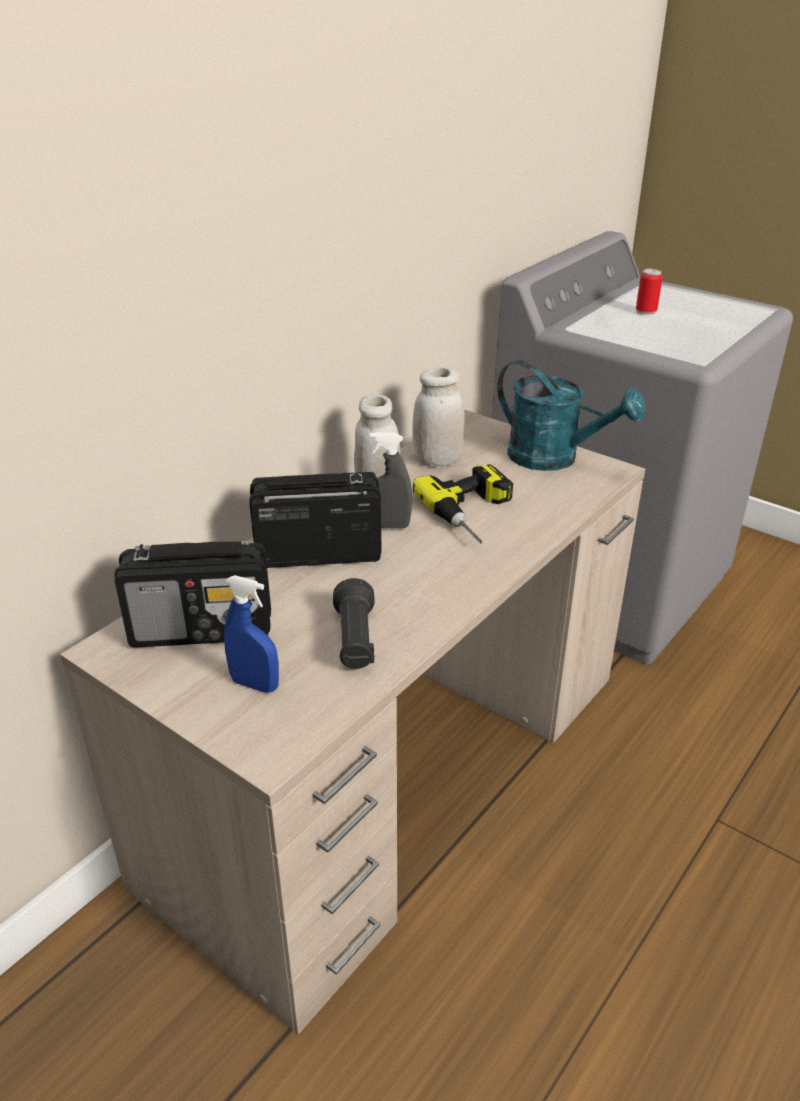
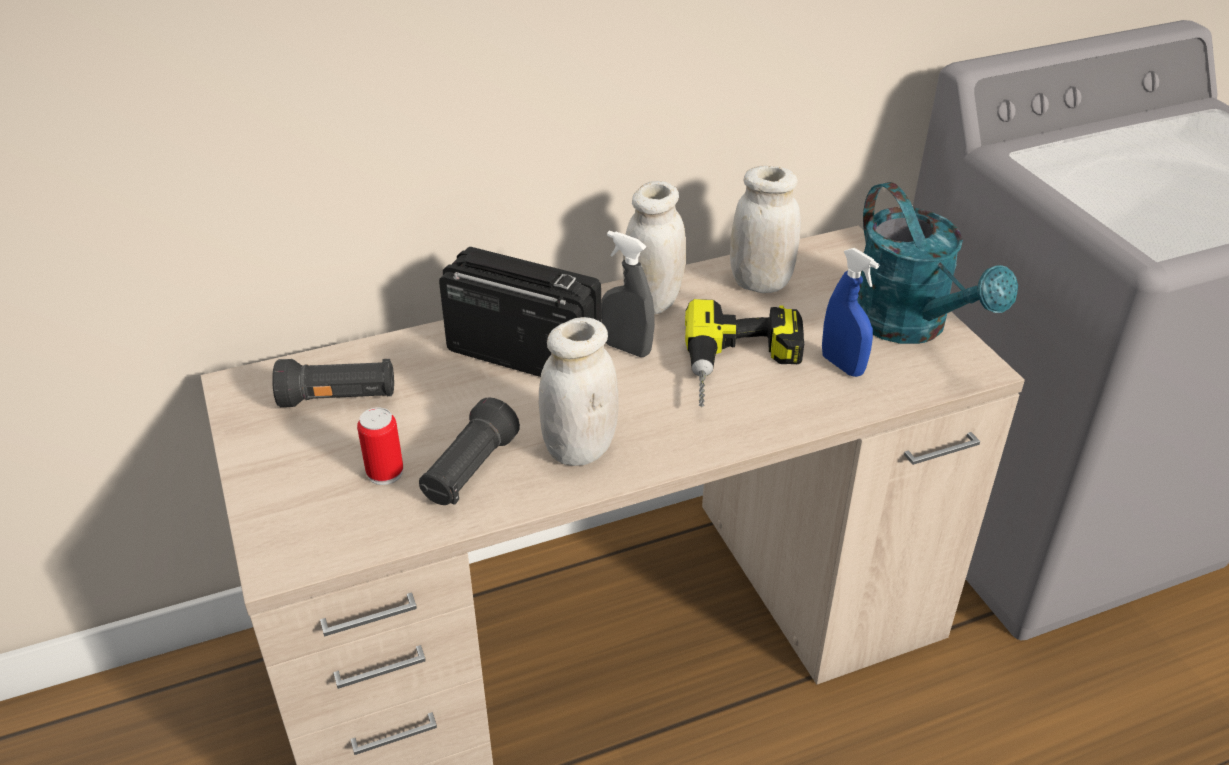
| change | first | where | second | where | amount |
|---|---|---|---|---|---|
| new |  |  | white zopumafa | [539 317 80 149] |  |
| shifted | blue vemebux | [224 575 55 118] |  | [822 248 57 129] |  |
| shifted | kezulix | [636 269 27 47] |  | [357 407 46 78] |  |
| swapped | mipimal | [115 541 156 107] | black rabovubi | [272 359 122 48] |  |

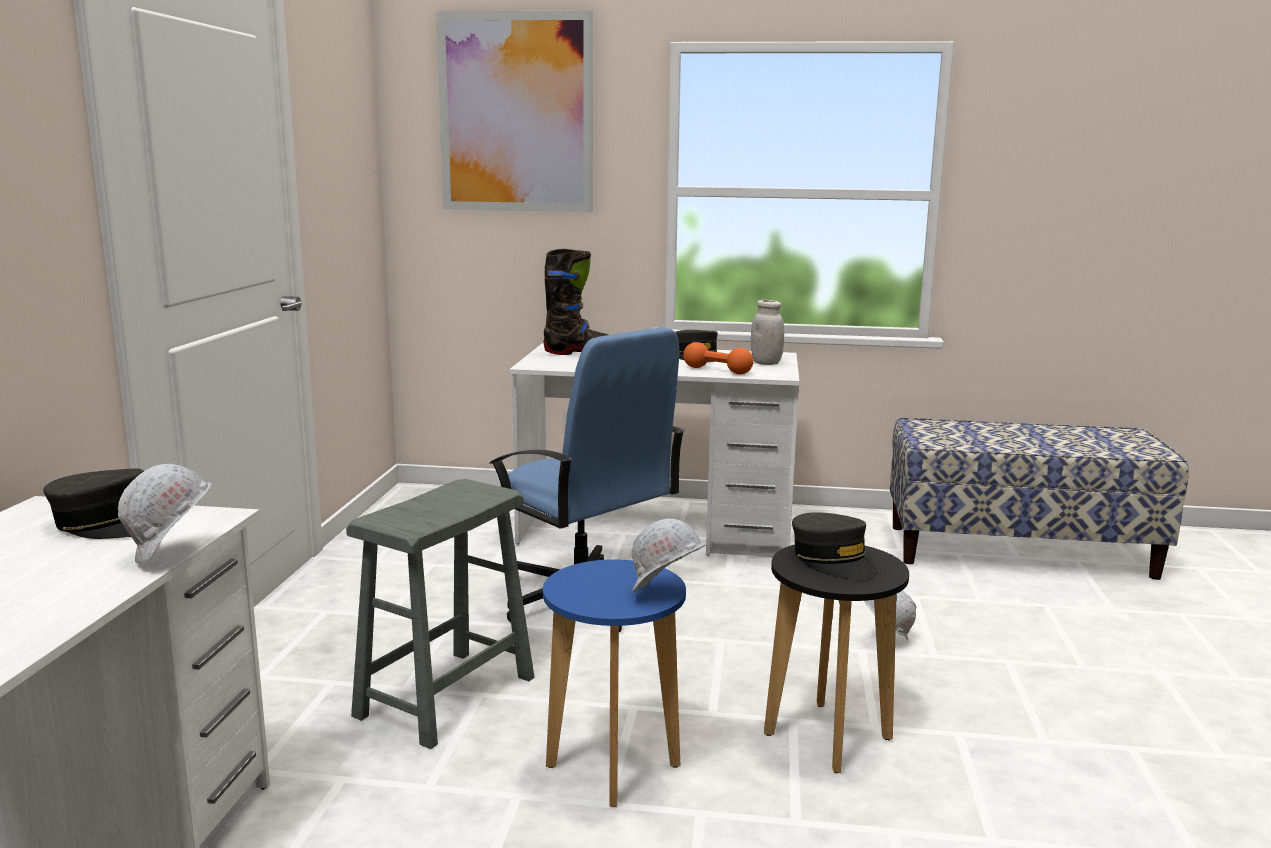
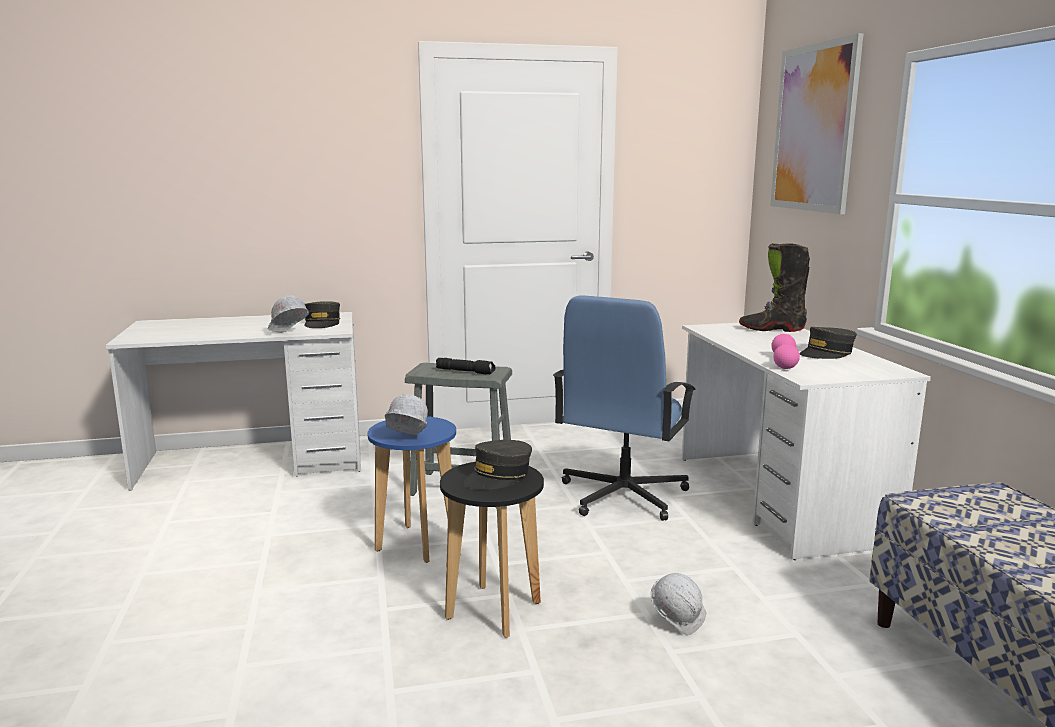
| change | first | where | second | where | amount |
|---|---|---|---|---|---|
| gone | white zopumafa | [751 300 33 65] |  |  |  |
| new |  |  | black rabovubi | [436 358 59 16] |  |
| repainted | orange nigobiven | [683 342 70 32] | pink nigobiven | [771 334 29 35] |  |
| rotated | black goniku | [544 249 64 106] |  | [739 243 71 89] | 150 degrees clockwise |

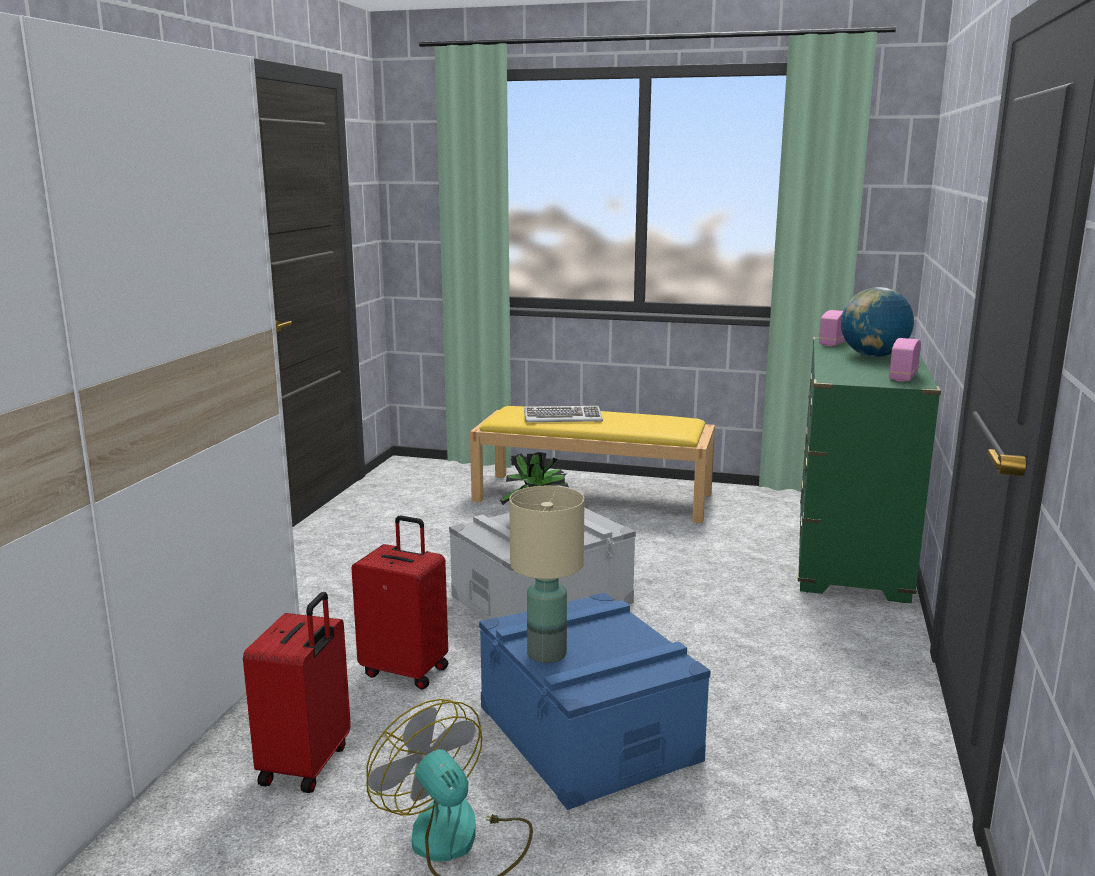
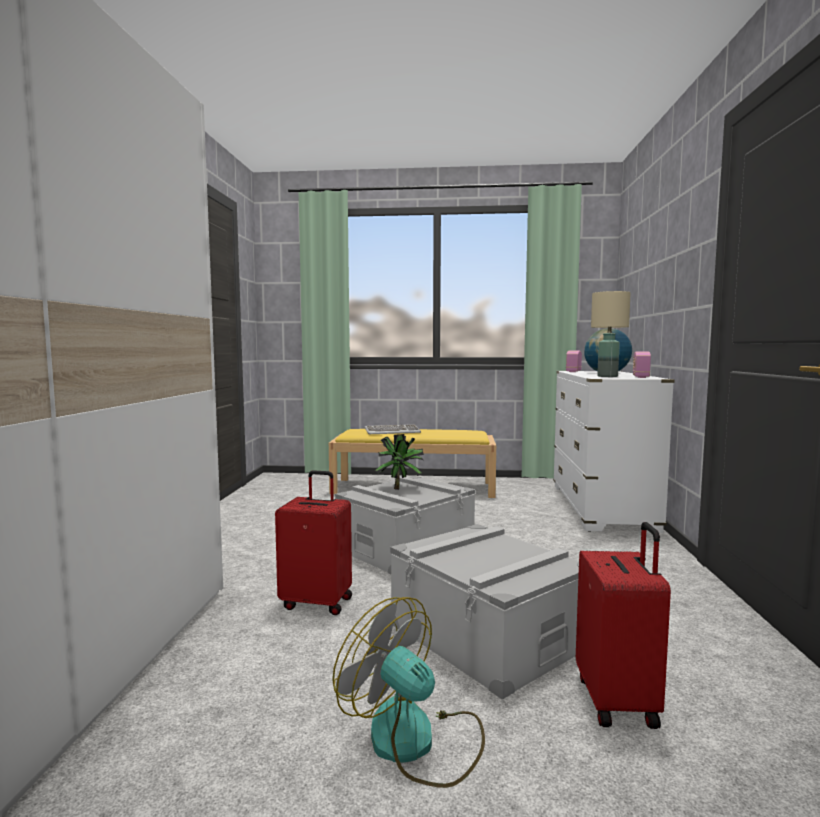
| change | first | where | second | where | amount |
|---|---|---|---|---|---|
| shifted | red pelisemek | [243 592 108 201] |  | [576 522 95 207] |  |
| shifted | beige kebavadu | [509 486 75 177] |  | [591 291 40 86] |  |
| repainted | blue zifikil | [479 592 232 218] | grey zifikil | [390 524 189 176] |  |
| repainted | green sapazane | [798 337 143 266] | white sapazane | [553 371 122 162] |  |

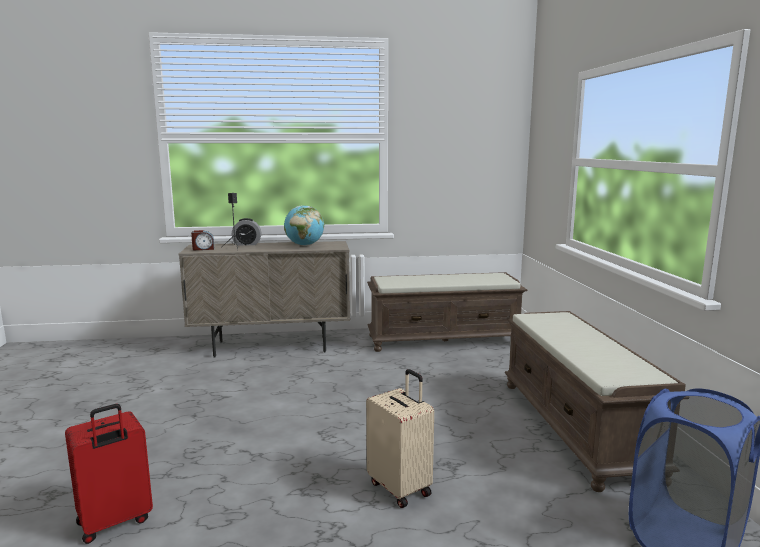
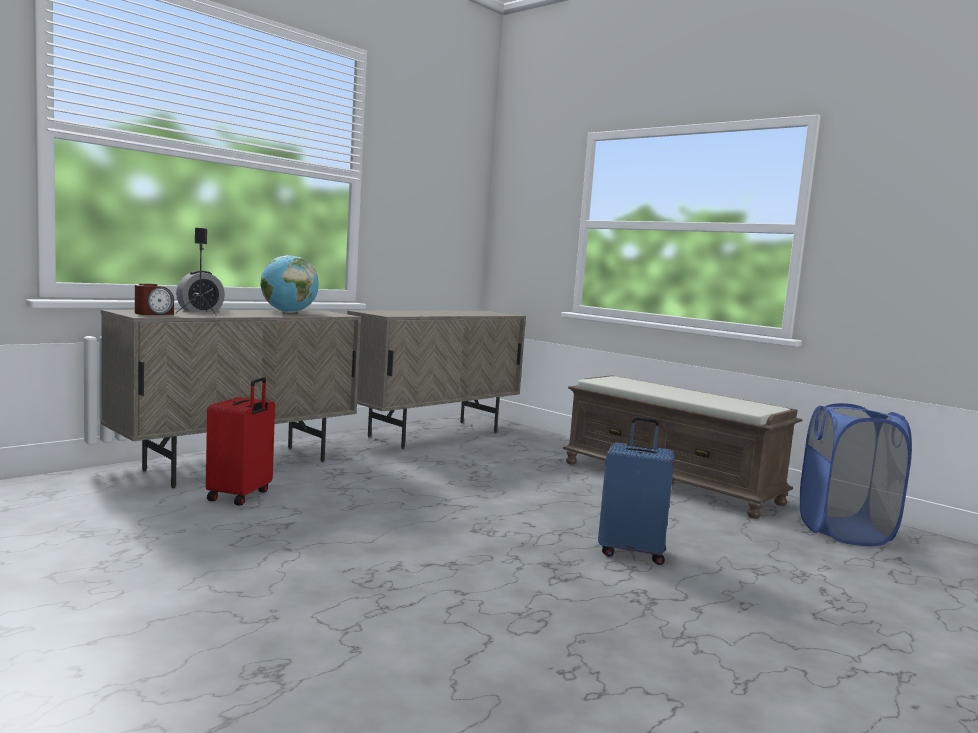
| change | first | where | second | where | amount |
|---|---|---|---|---|---|
| shifted | red pelisemek | [65 404 88 140] |  | [206 377 69 128] |  |
| swapped | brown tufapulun | [367 272 160 80] | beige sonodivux | [347 310 179 139] |  |
| repainted | beige pelisemek | [366 369 68 139] | blue pelisemek | [598 416 77 149] |  |

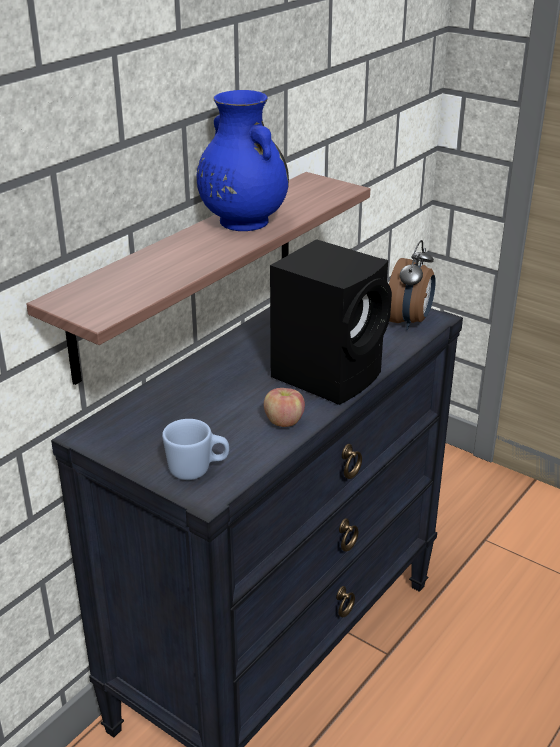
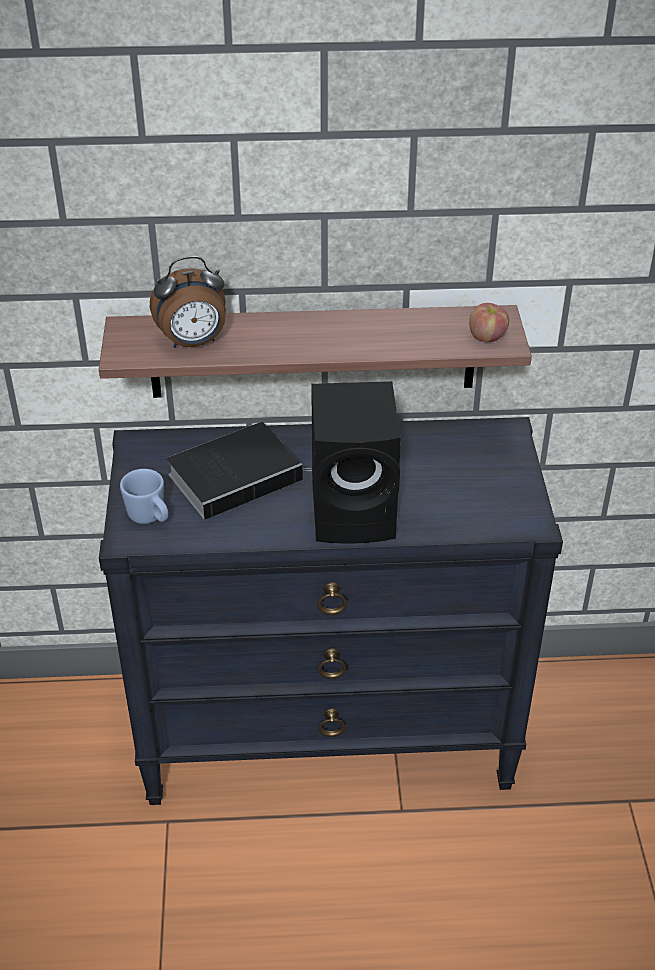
| change | first | where | second | where | amount |
|---|---|---|---|---|---|
| gone | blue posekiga | [196 90 93 141] |  |  |  |
| new |  |  | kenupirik | [167 422 145 98] |  |
| shifted | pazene | [264 388 41 39] |  | [469 303 40 39] |  |
| shifted | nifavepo | [389 240 47 90] |  | [150 256 76 92] |  |

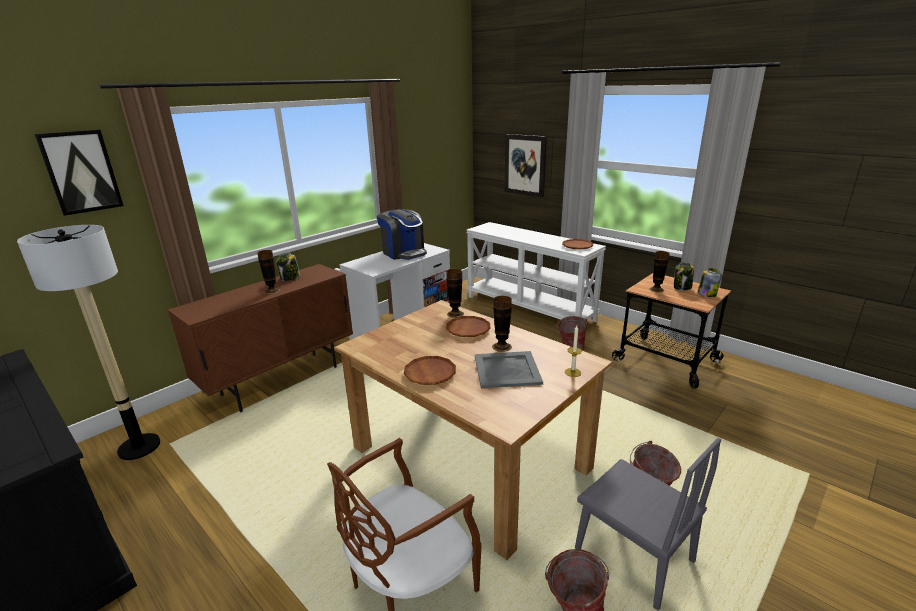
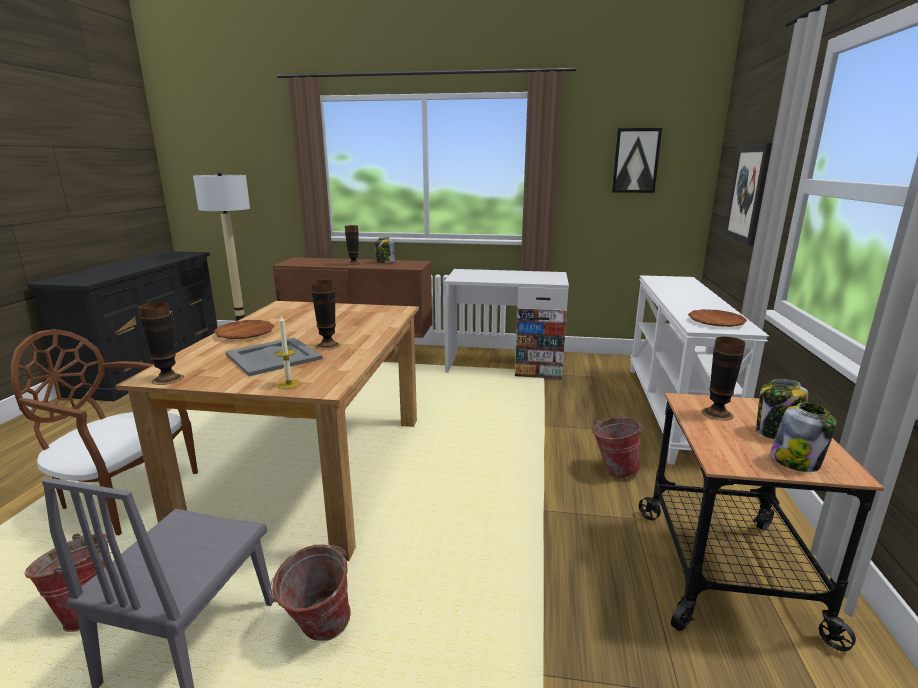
| change | first | where | second | where | amount |
|---|---|---|---|---|---|
| gone | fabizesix | [377 209 50 51] |  |  |  |
| gone | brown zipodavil | [446 316 45 21] |  |  |  |
| shifted | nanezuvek | [34 130 90 86] |  | [612 128 50 65] |  |
| shifted | posekiga | [446 269 18 49] |  | [138 302 46 83] |  |

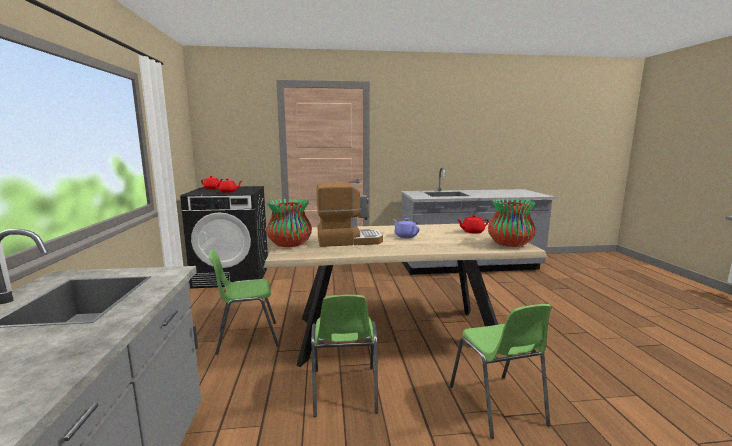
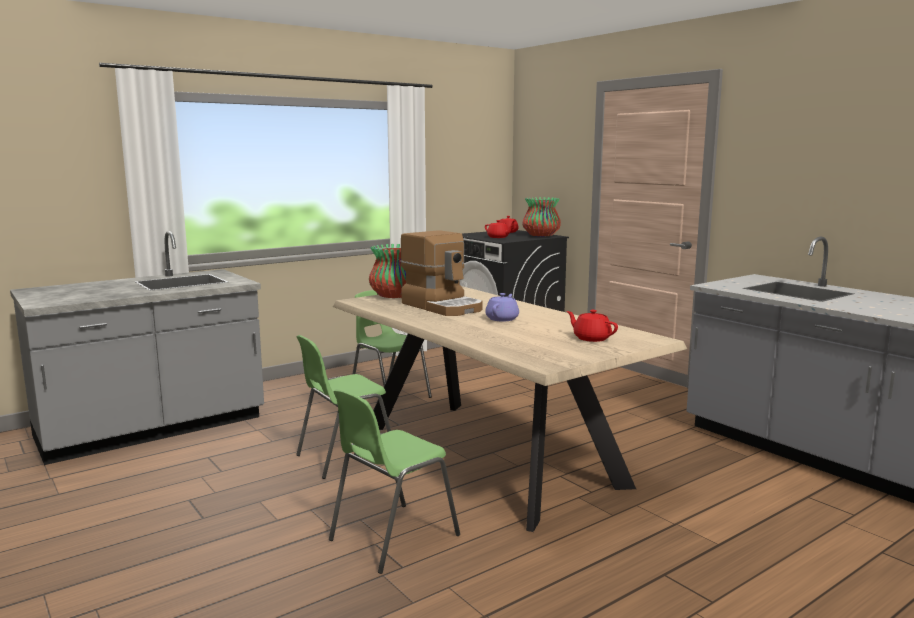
| change | first | where | second | where | amount |
|---|---|---|---|---|---|
| shifted | posekiga | [488 199 48 48] |  | [522 197 39 40] |  |

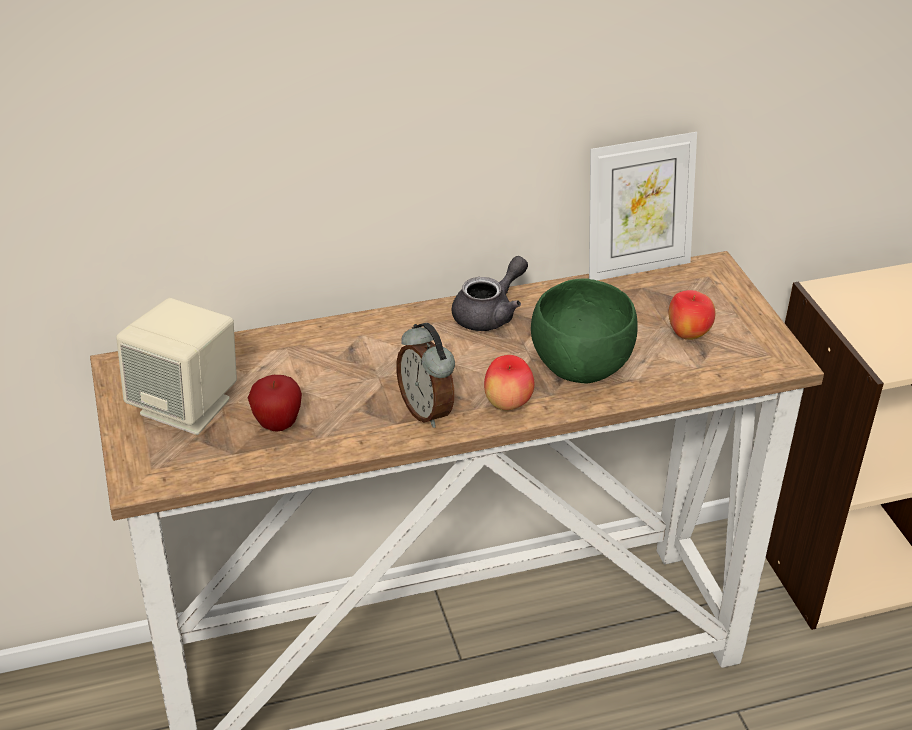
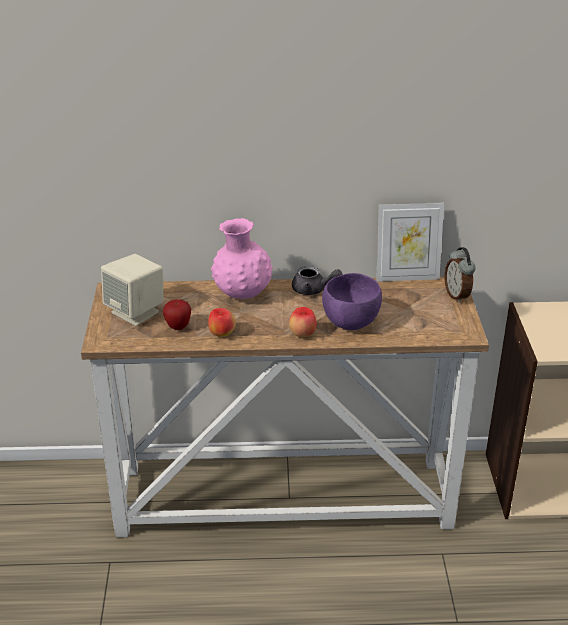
| change | first | where | second | where | amount |
|---|---|---|---|---|---|
| new |  |  | pink posekiga | [211 218 62 81] |  |
| shifted | nifavepo | [396 323 59 105] |  | [445 247 30 56] |  |
| shifted | pazene | [669 290 47 50] |  | [208 308 28 29] |  |
| repainted | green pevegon | [531 278 107 105] | purple pevegon | [322 273 60 57] |  |
| rotated | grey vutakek | [452 256 76 75] |  | [292 266 51 29] | 45 degrees clockwise |

